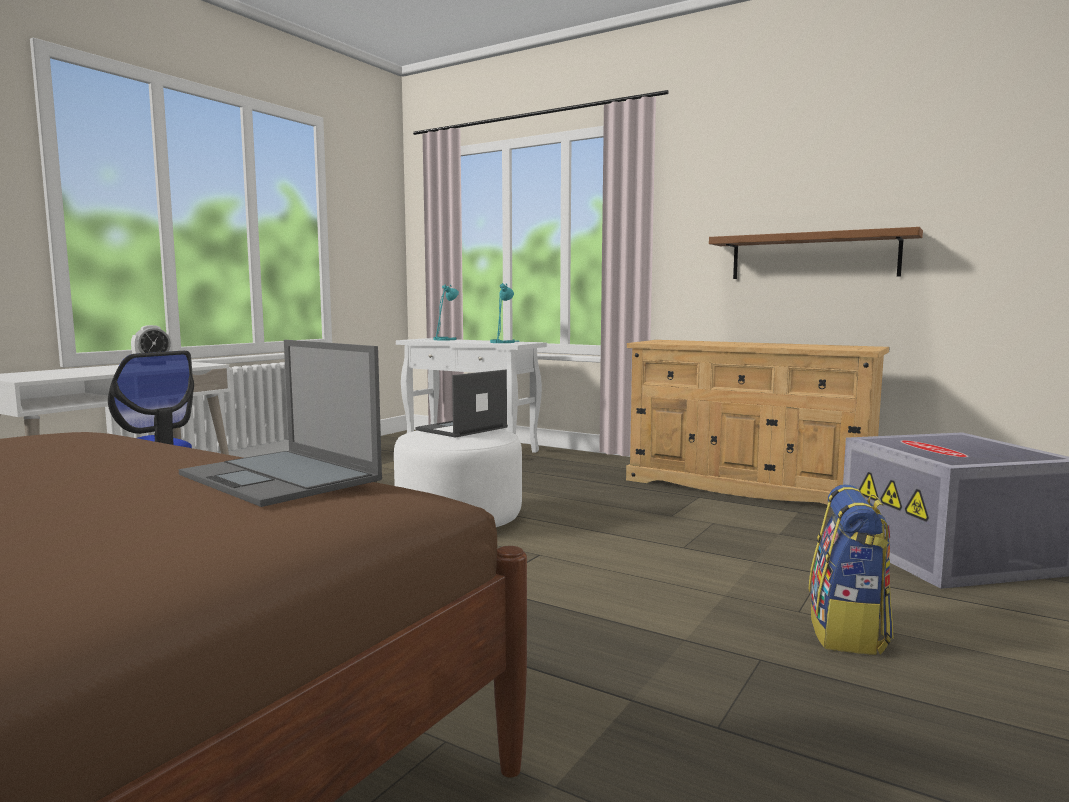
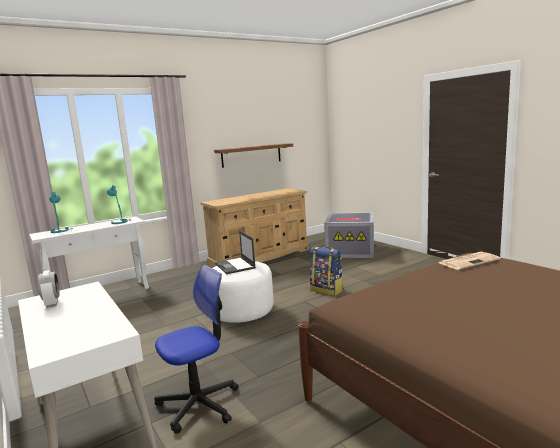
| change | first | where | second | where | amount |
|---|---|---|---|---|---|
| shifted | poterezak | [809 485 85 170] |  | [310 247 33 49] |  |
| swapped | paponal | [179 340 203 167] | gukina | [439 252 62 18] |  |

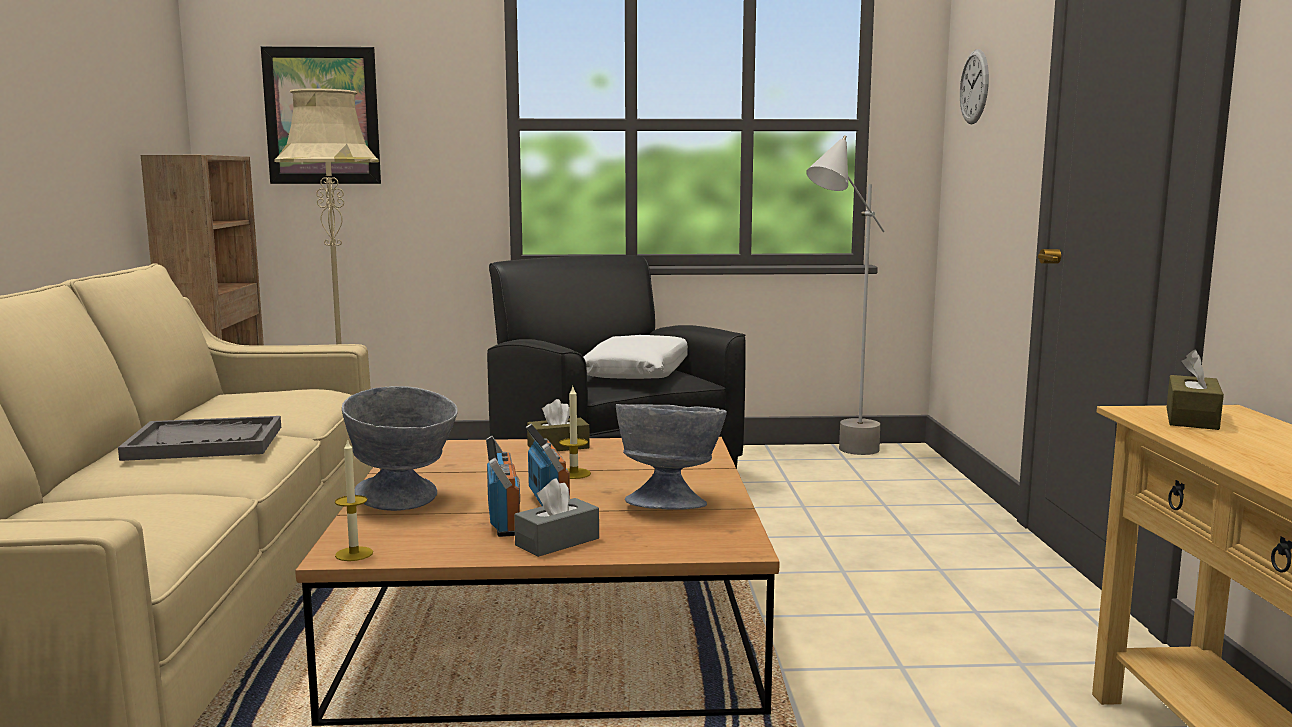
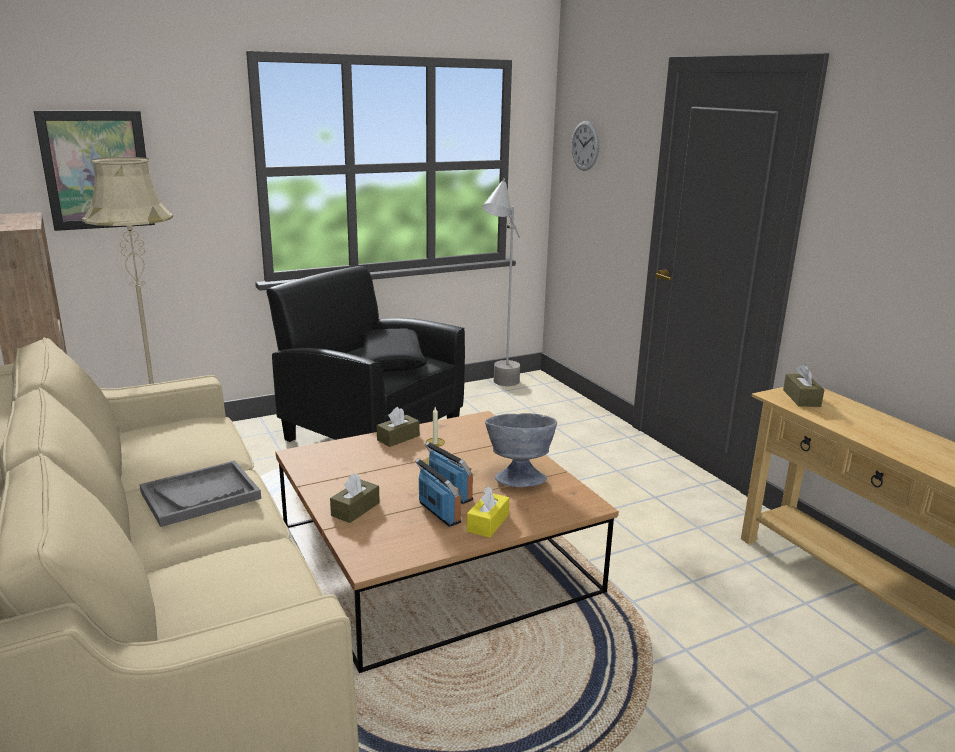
| change | first | where | second | where | amount |
|---|---|---|---|---|---|
| gone | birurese | [335 438 38 123] |  |  |  |
| swapped | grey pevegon | [342 386 116 125] | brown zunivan | [330 473 50 50] |  |
| repainted | grey zunivan | [514 478 85 79] | yellow zunivan | [467 486 42 52] |  |
| repainted | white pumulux | [584 335 104 44] | black pumulux | [361 329 66 43] |  |

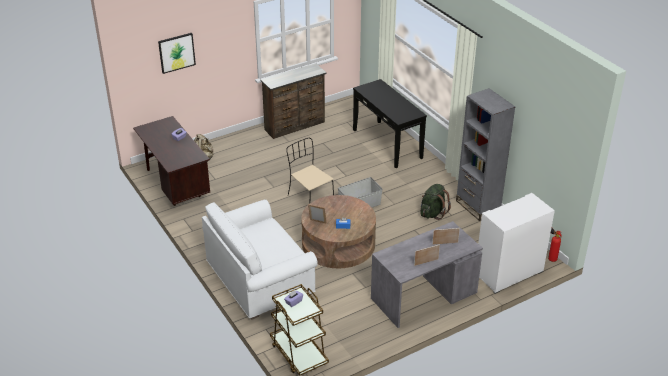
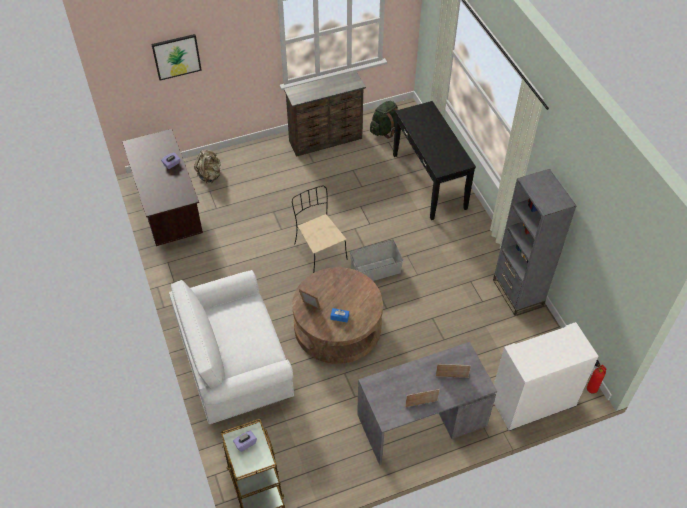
| change | first | where | second | where | amount |
|---|---|---|---|---|---|
| shifted | green poterezak | [420 184 31 36] |  | [370 101 28 38] |  |

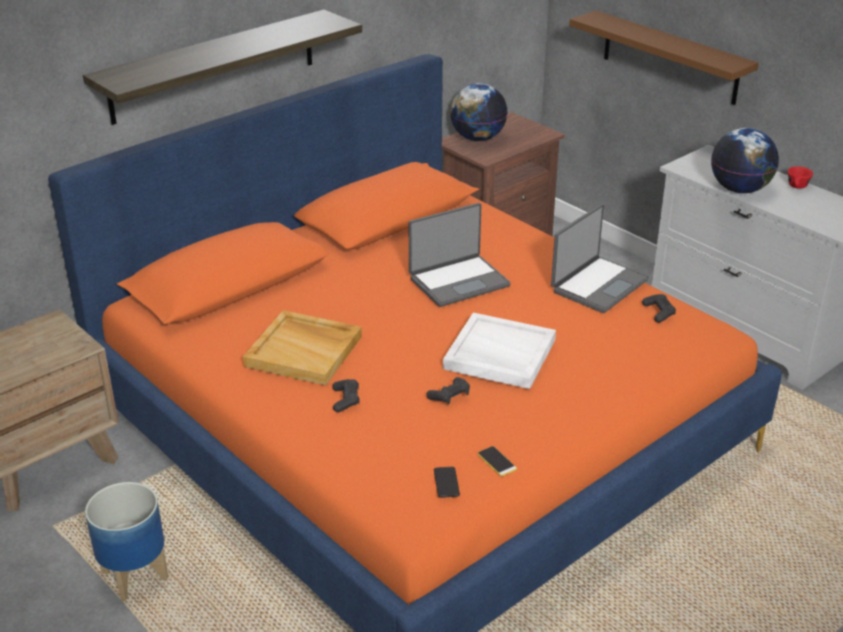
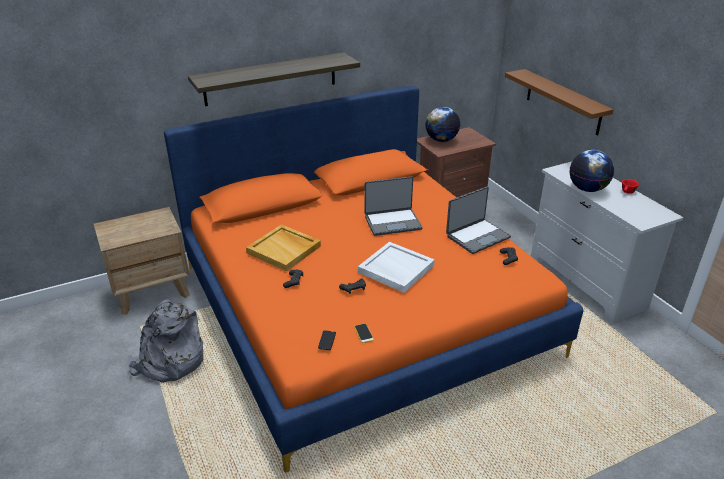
| change | first | where | second | where | amount |
|---|---|---|---|---|---|
| swapped | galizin | [85 482 83 119] | grey poterezak | [127 299 77 84] |  |

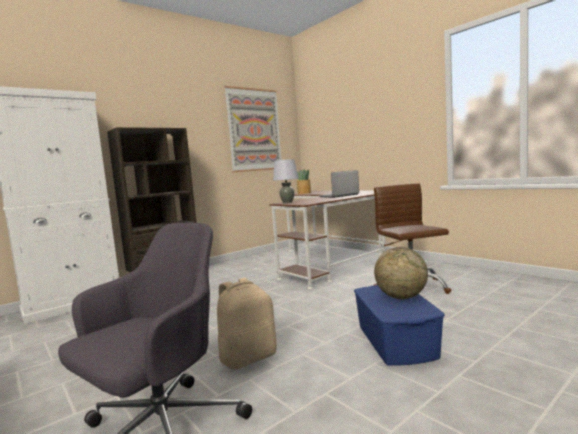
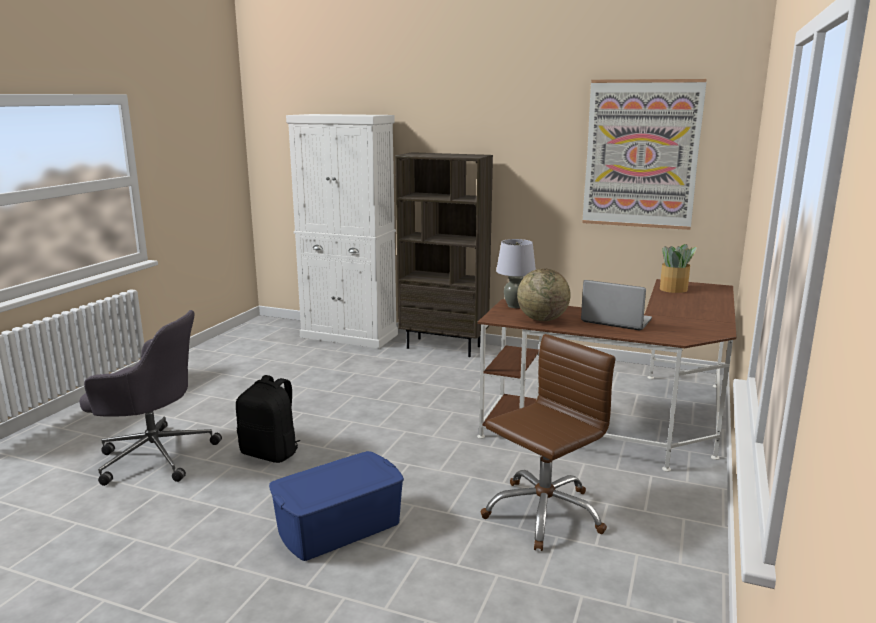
| change | first | where | second | where | amount |
|---|---|---|---|---|---|
| shifted | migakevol | [374 247 54 52] |  | [517 268 54 53] |  |
| repainted | beige poterezak | [217 278 60 92] | black poterezak | [236 375 64 88] |  |

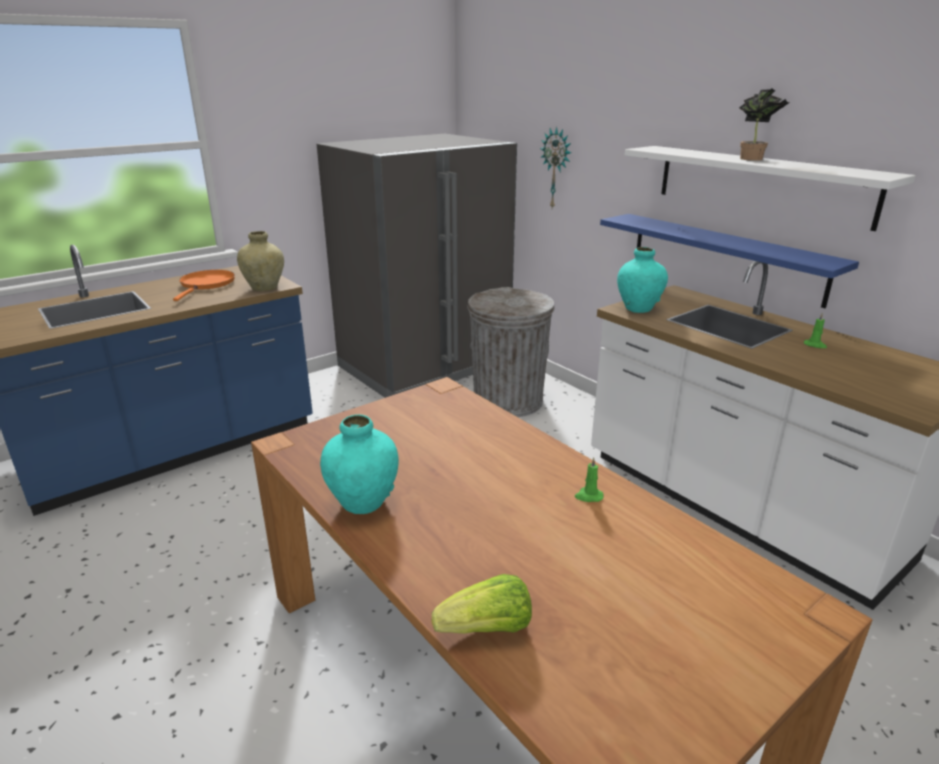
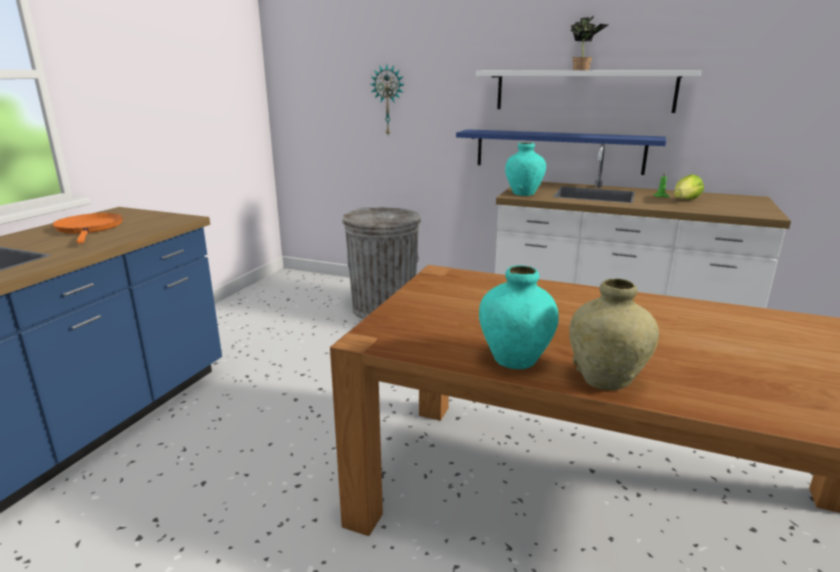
| change | first | where | second | where | amount |
|---|---|---|---|---|---|
| gone | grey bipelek | [317 134 200 264] |  |  |  |
| gone | green birurese | [575 457 29 45] |  |  |  |
| shifted | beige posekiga | [237 231 47 60] |  | [569 278 90 112] |  |
| shifted | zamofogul | [432 574 100 60] |  | [674 174 30 26] |  |

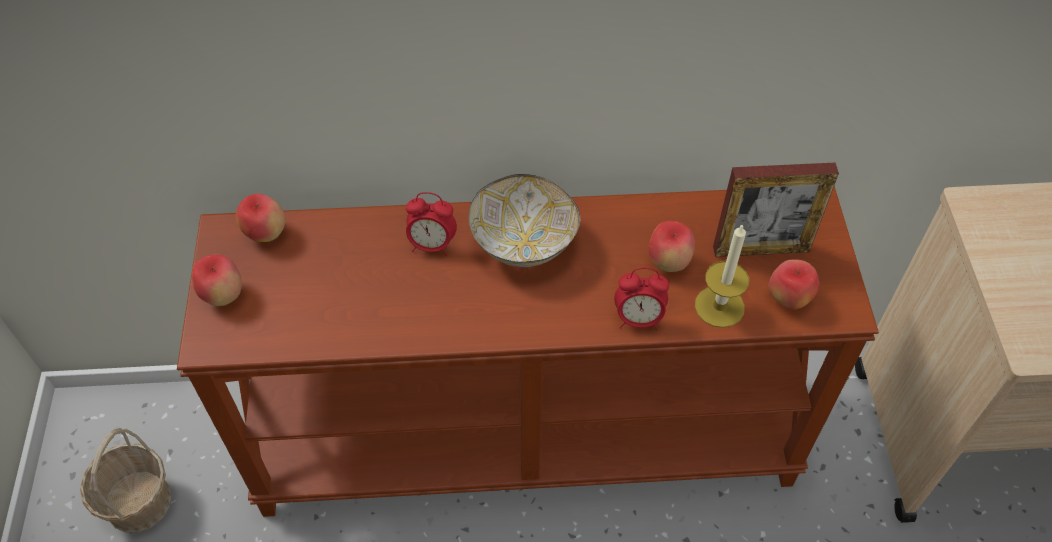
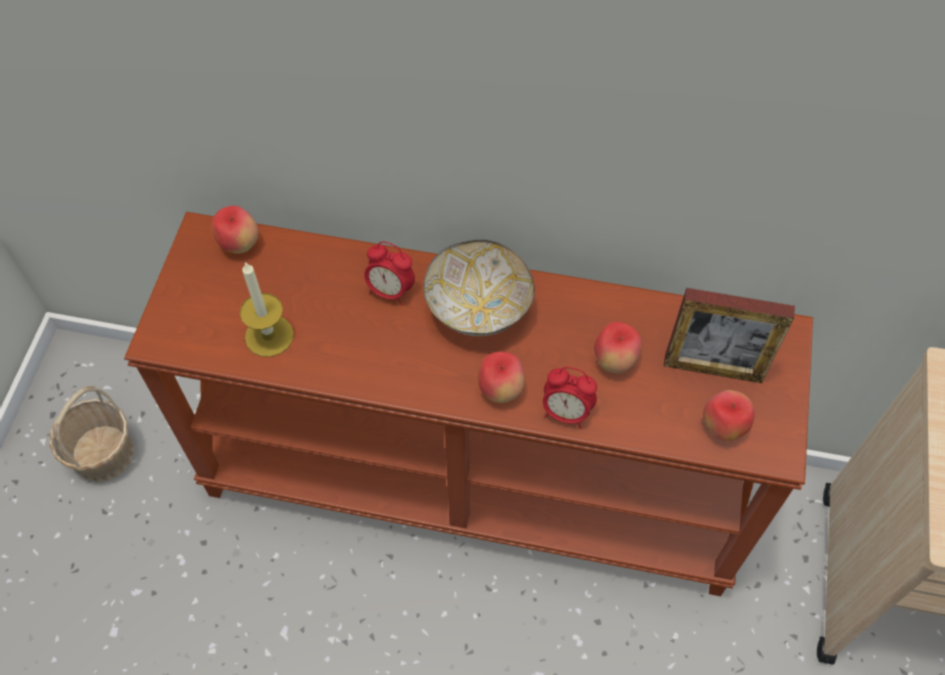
| change | first | where | second | where | amount |
|---|---|---|---|---|---|
| shifted | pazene | [192 255 50 51] |  | [478 351 47 52] |  |
| shifted | birurese | [695 223 54 105] |  | [240 261 54 96] |  |

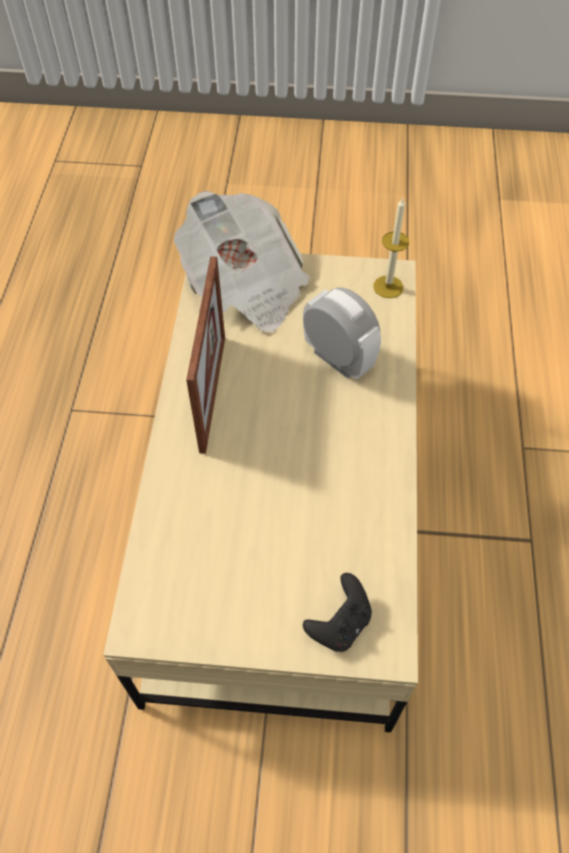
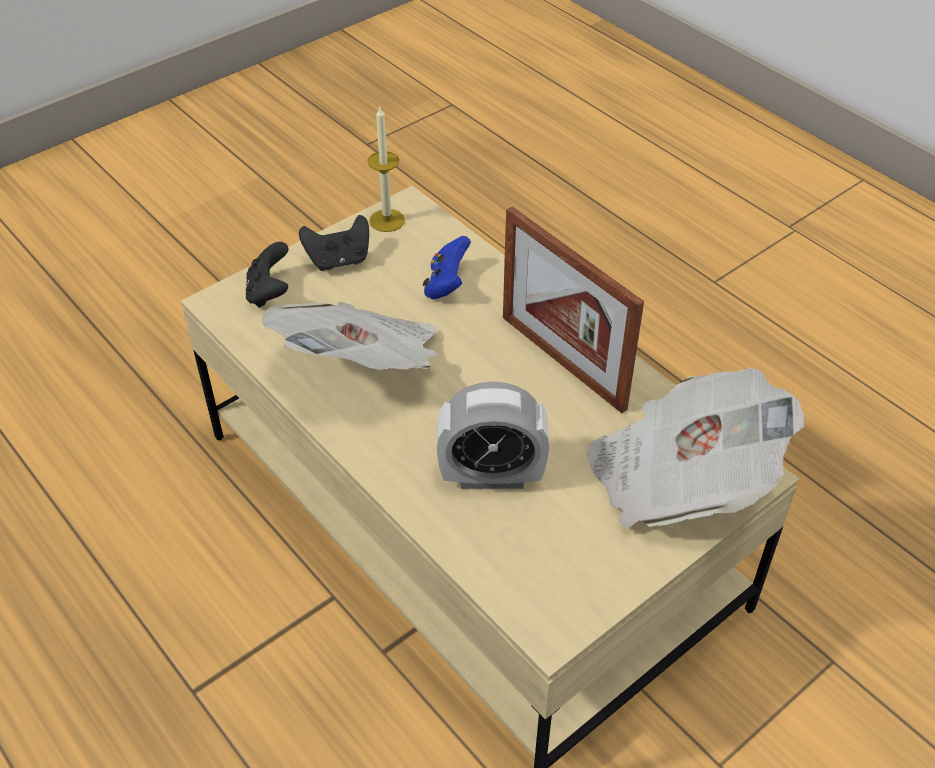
| change | first | where | second | where | amount |
|---|---|---|---|---|---|
| new |  |  | gukina | [262 302 176 68] |  |
| new |  |  | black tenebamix | [299 215 70 56] |  |
| new |  |  | blue tenebamix | [423 236 48 63] |  |
| shifted | birurese | [373 198 36 100] |  | [367 107 38 125] |  |

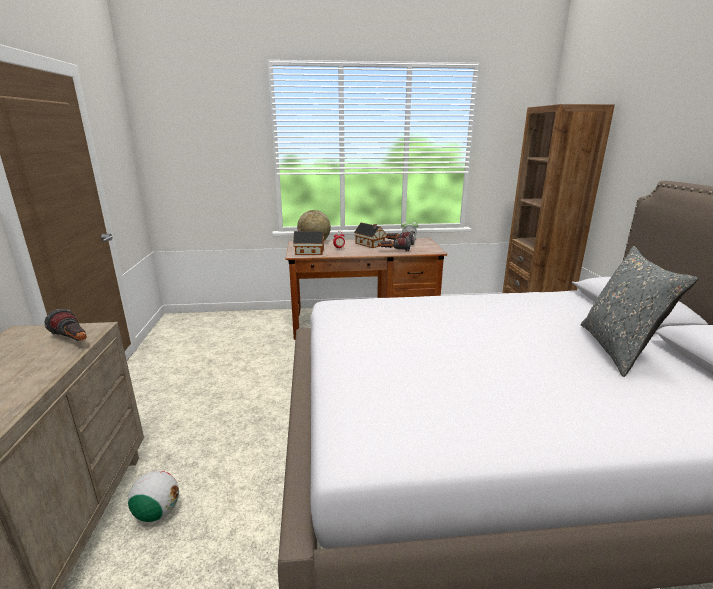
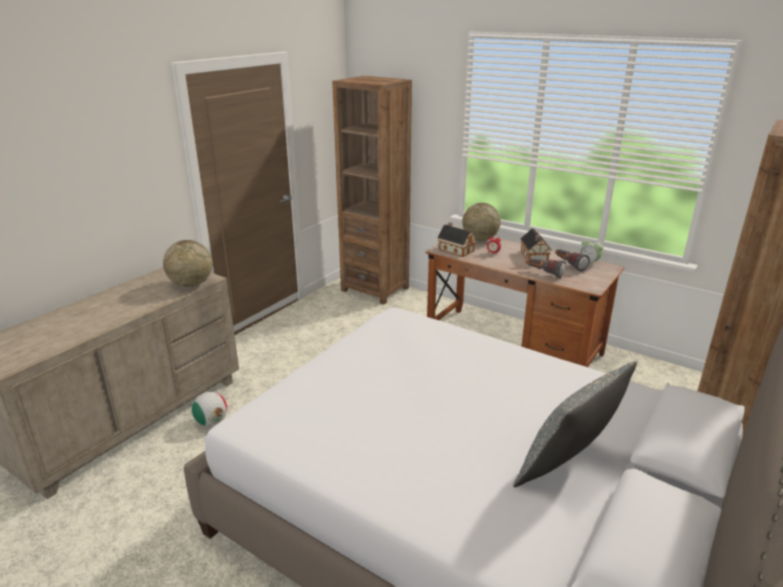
| change | first | where | second | where | amount |
|---|---|---|---|---|---|
| new |  |  | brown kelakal | [332 76 80 229] |  |
| swapped | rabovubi | [44 308 43 33] | migakevol | [163 240 49 47] |  |

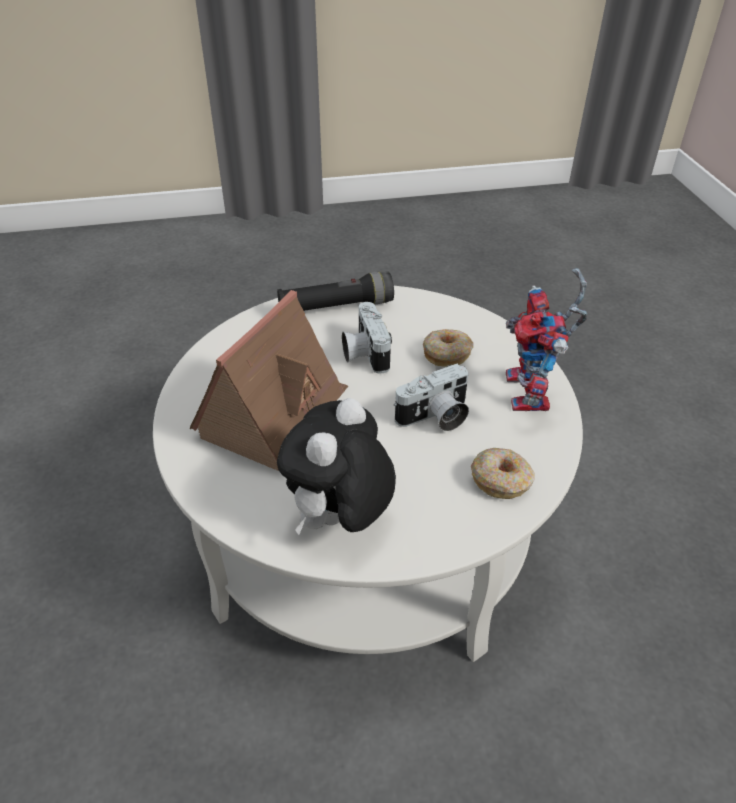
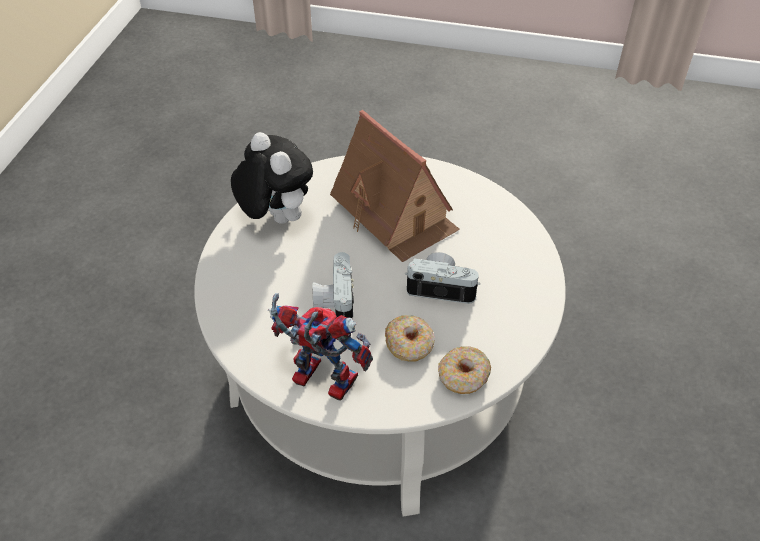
| change | first | where | second | where | amount |
|---|---|---|---|---|---|
| gone | black rabovubi | [277 272 117 39] |  |  |  |
| shifted | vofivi | [471 448 63 51] |  | [438 346 53 48] |  |

